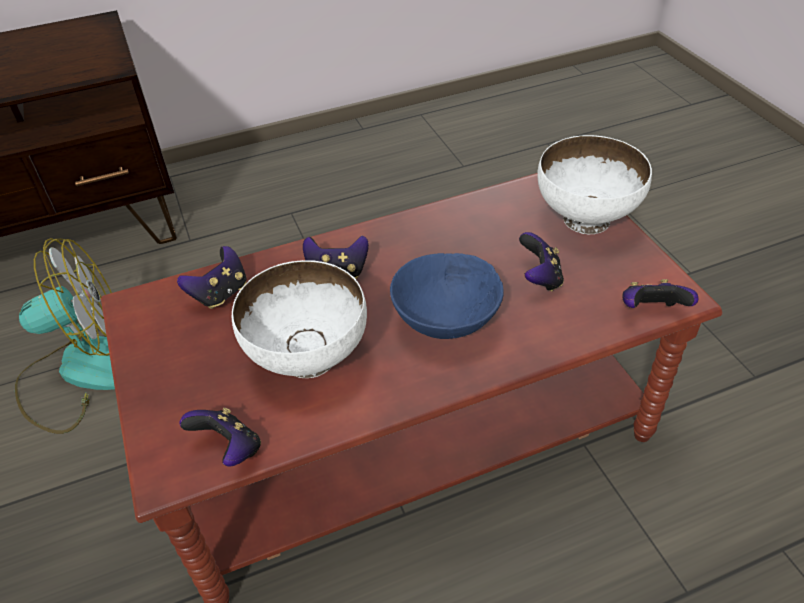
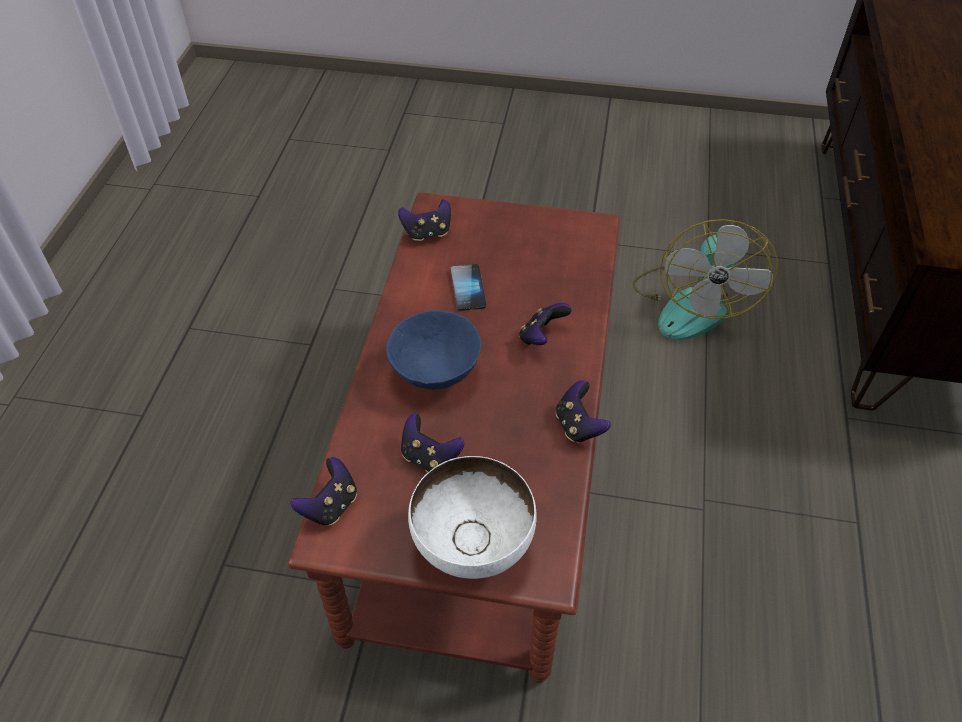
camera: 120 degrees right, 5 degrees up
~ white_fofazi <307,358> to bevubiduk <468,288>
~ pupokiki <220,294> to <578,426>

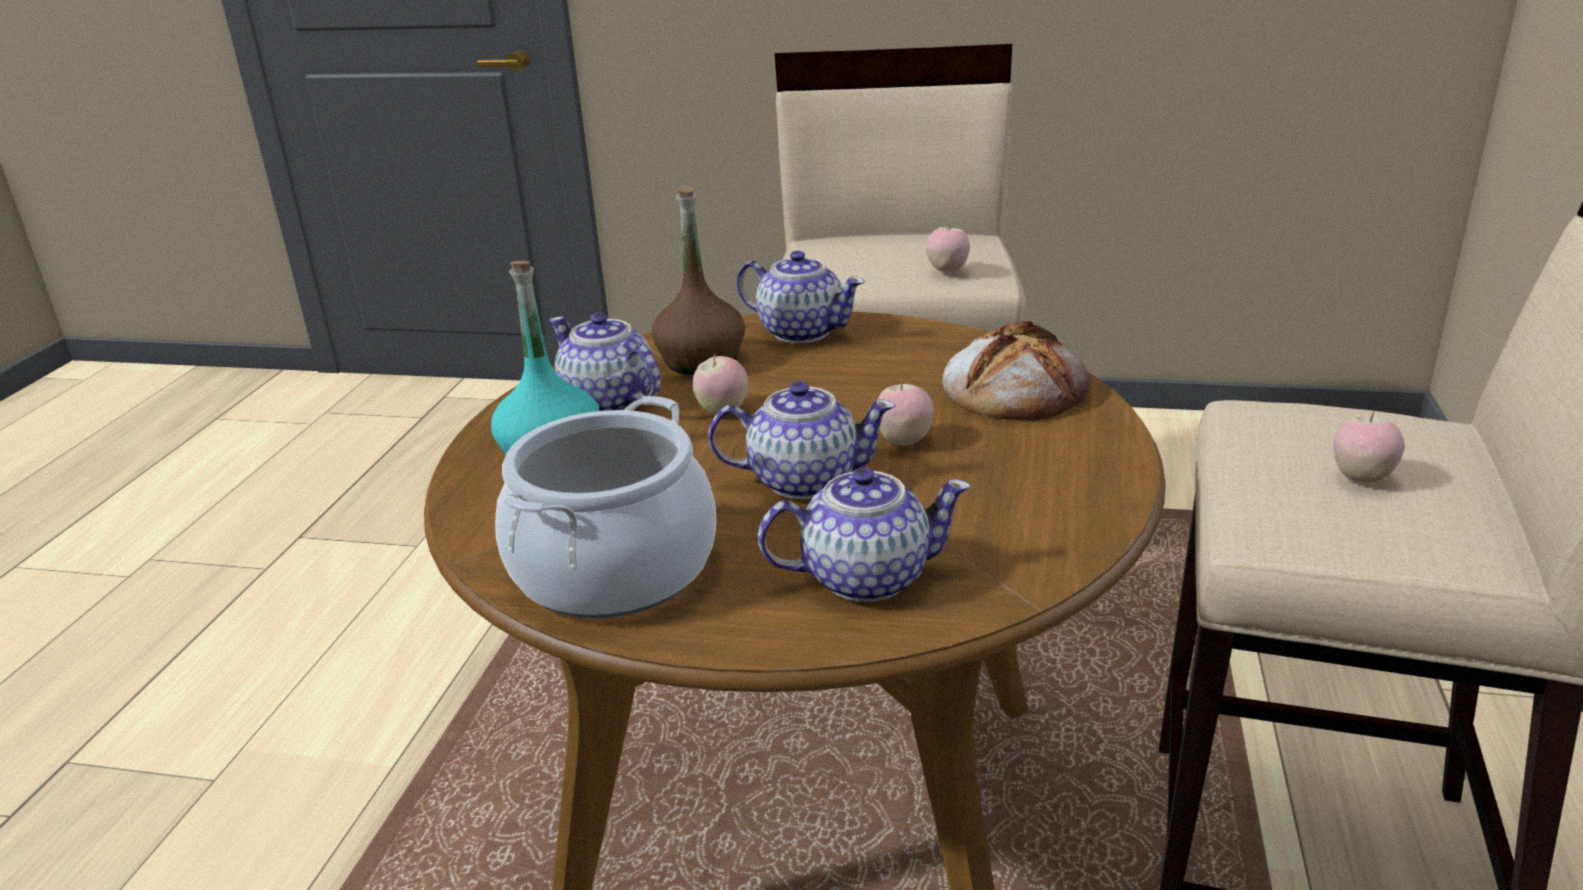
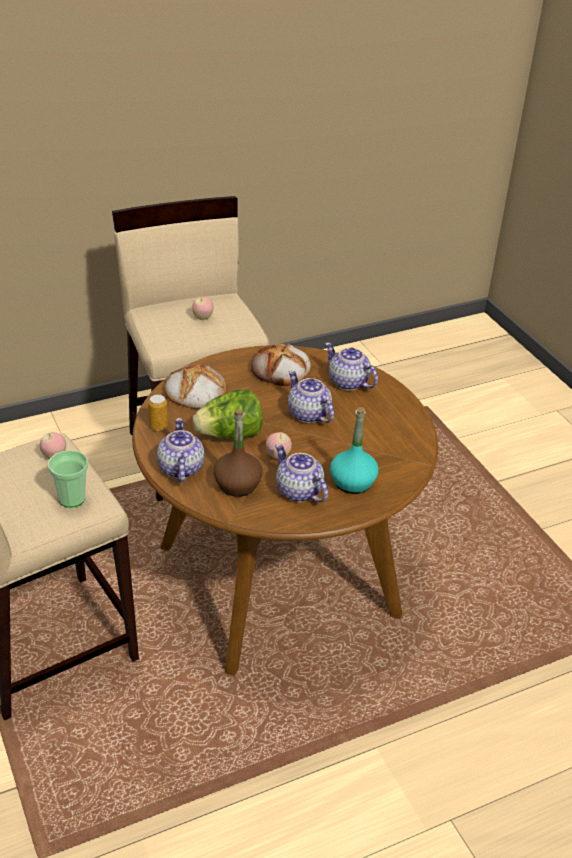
camera: 130 degrees left, 10 degrees up
+ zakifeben <72,499>
+ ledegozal <158,426>
+ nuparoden <230,435>
+ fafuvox <281,370>
~ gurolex <609,402> = <299,492> 135 degrees clockwise
- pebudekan <613,568>
- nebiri <904,442>

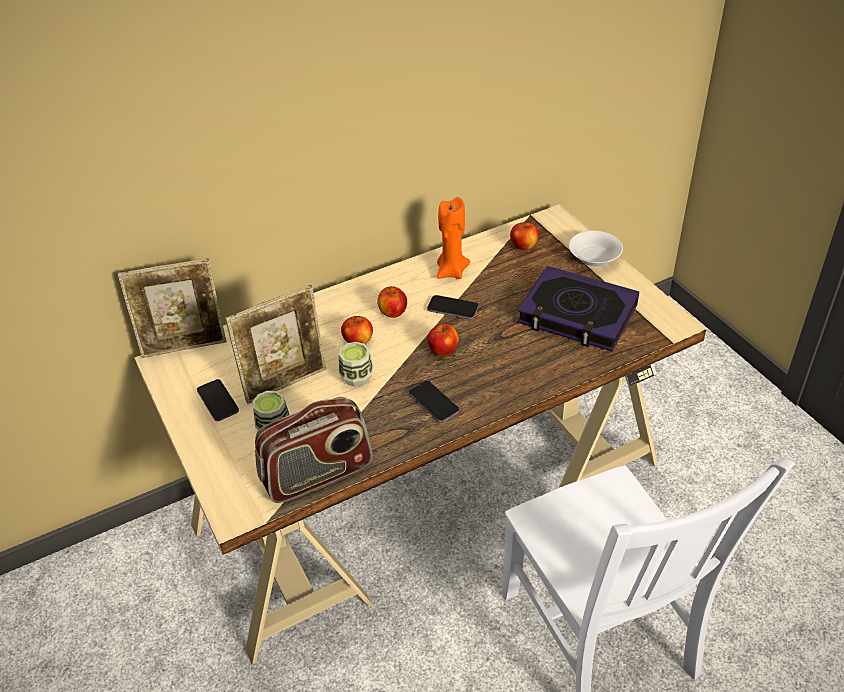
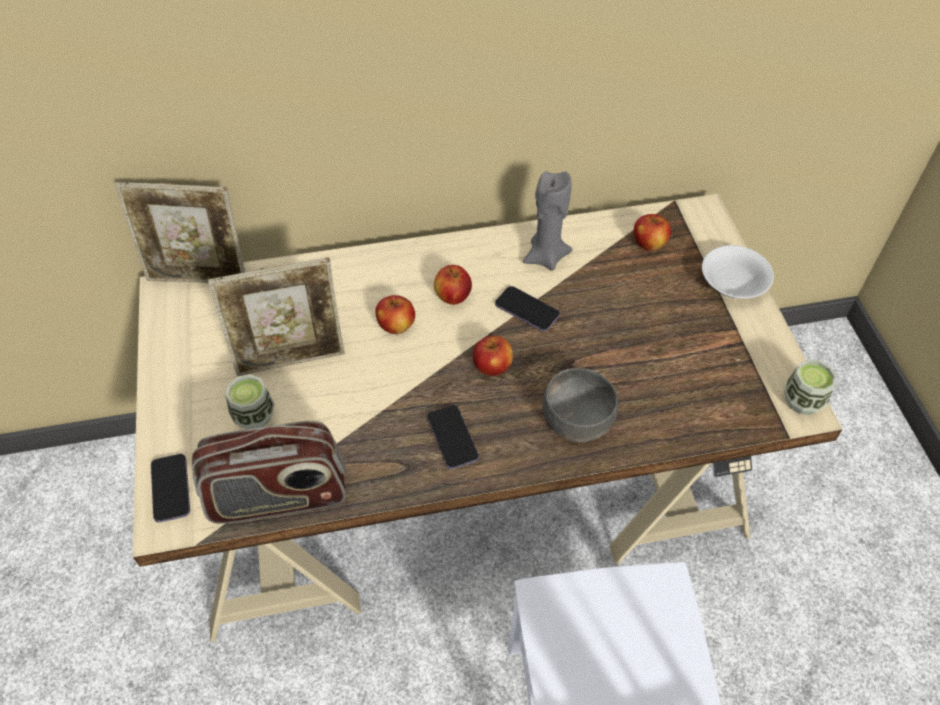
camera: 15 degrees right, 10 degrees up
~ bevubiduk <218,401> to <171,489>
~ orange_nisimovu <451,271> to grey_nisimovu <545,257>
+ grey_fofazi <576,420>
~ zakifeben <356,377> to <802,400>
- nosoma <577,315>

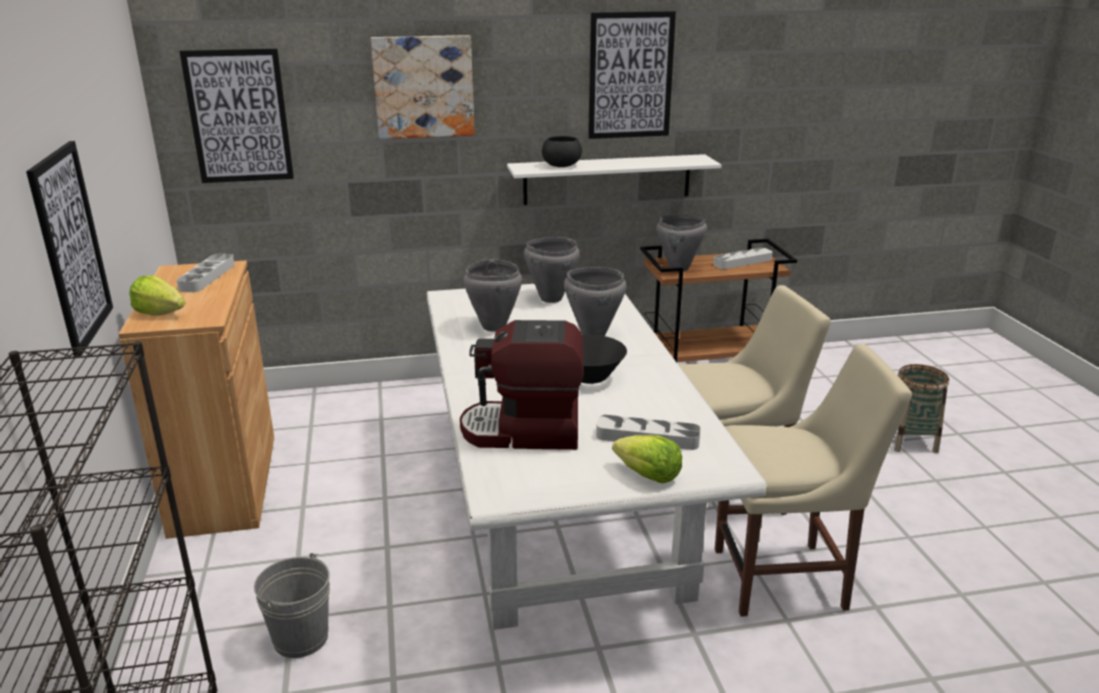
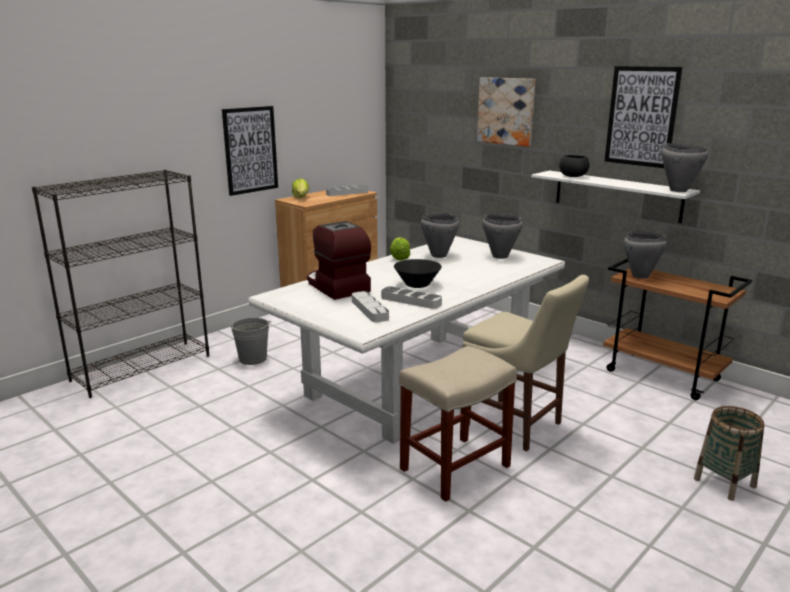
camera: 55 degrees right, 5 degrees down
~ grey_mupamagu <742,262> to <411,301>
~ nuparoden <648,475> to <400,258>
~ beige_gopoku <786,579> to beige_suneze <454,468>
~ grey_pebudekan <593,334> to <678,190>
- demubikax <239,116>

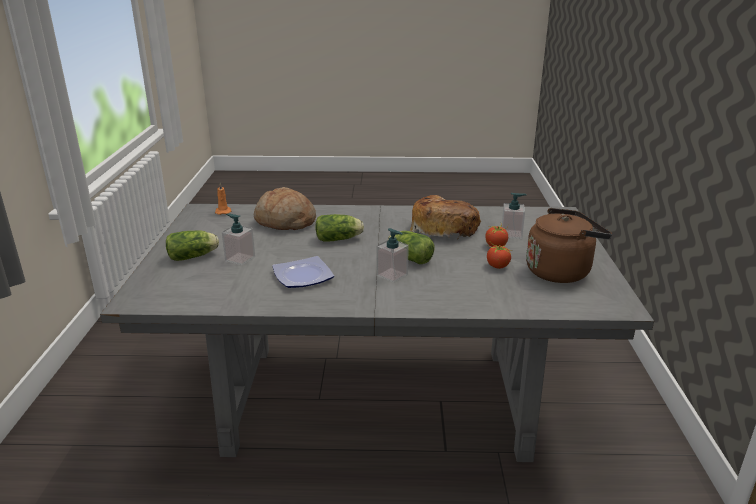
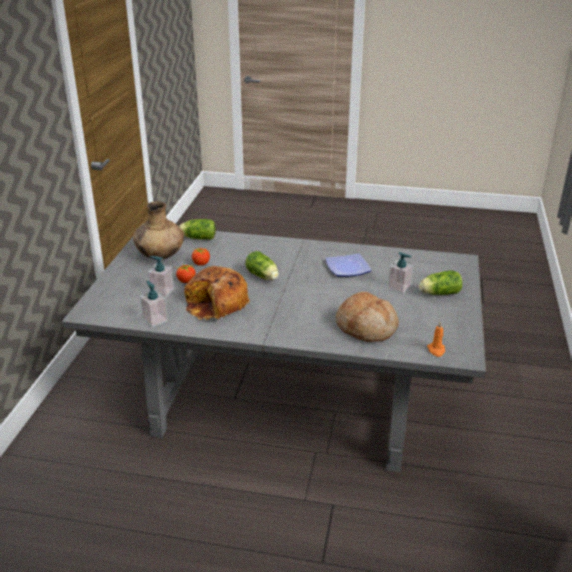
camera: 170 degrees left, 5 degrees up
~ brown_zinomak <560,271> to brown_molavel <160,256>
~ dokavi <392,275> to <155,320>
~ nuparoden <340,239> to <197,238>

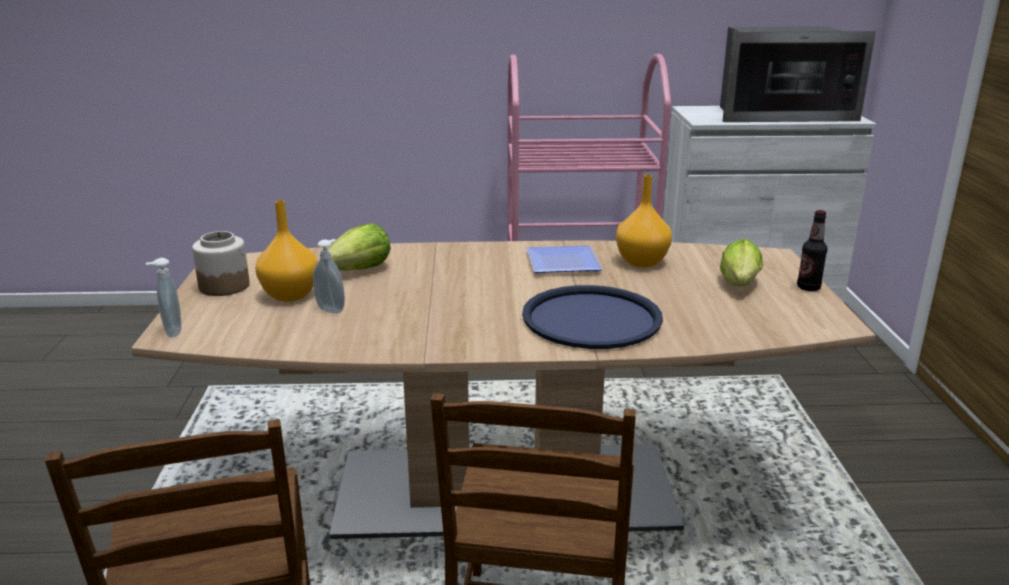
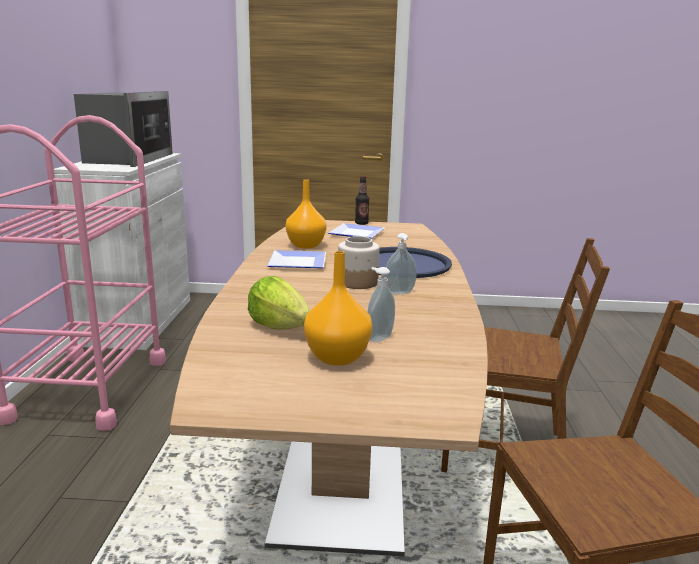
camera: 85 degrees left, 5 degrees down
~ nuparoden <739,286> to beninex <356,233>
~ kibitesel <224,286> to <357,282>
~ dokavi <171,332> to <400,293>

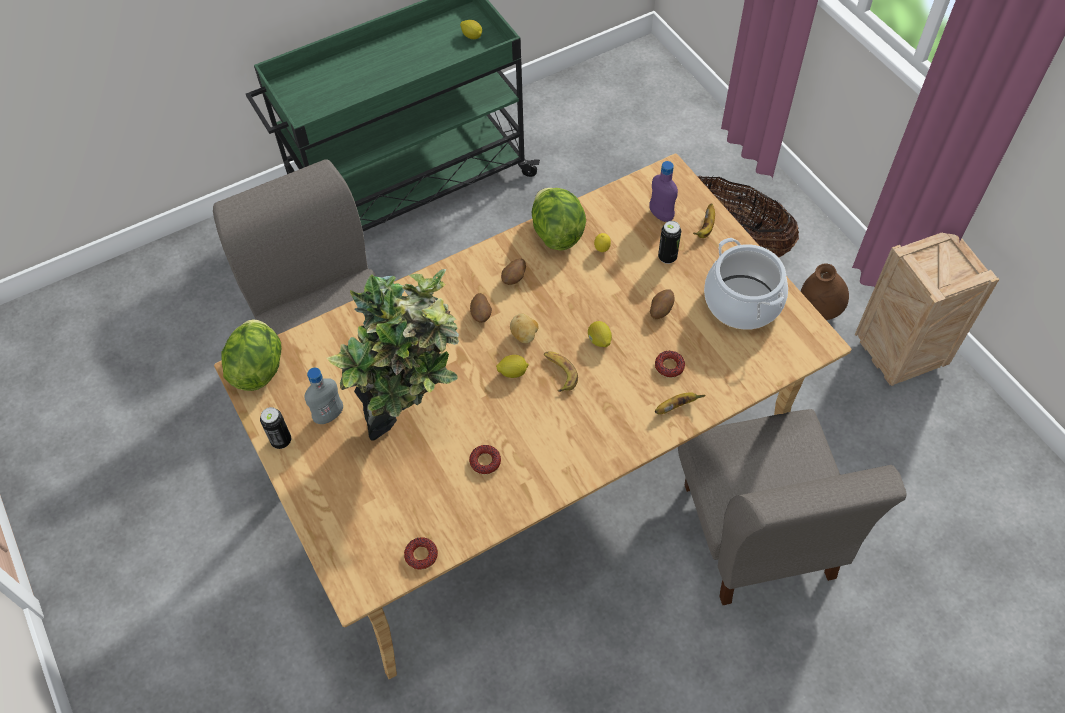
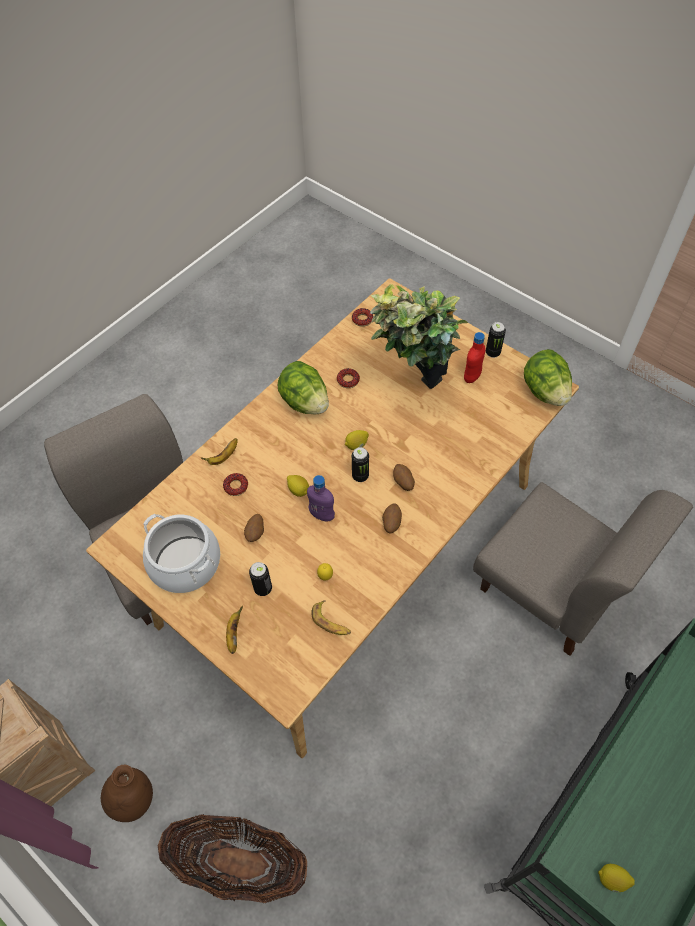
camera: 160 degrees right, 0 degrees up
~ nuparoden <556,232> to <305,402>
~ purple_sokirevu <661,215> to <322,515>
~ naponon <559,372> to <331,622>
~ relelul <524,335> to ledegozal <360,476>
~ grey_sokirevu <329,415> to red_sokirevu <472,377>

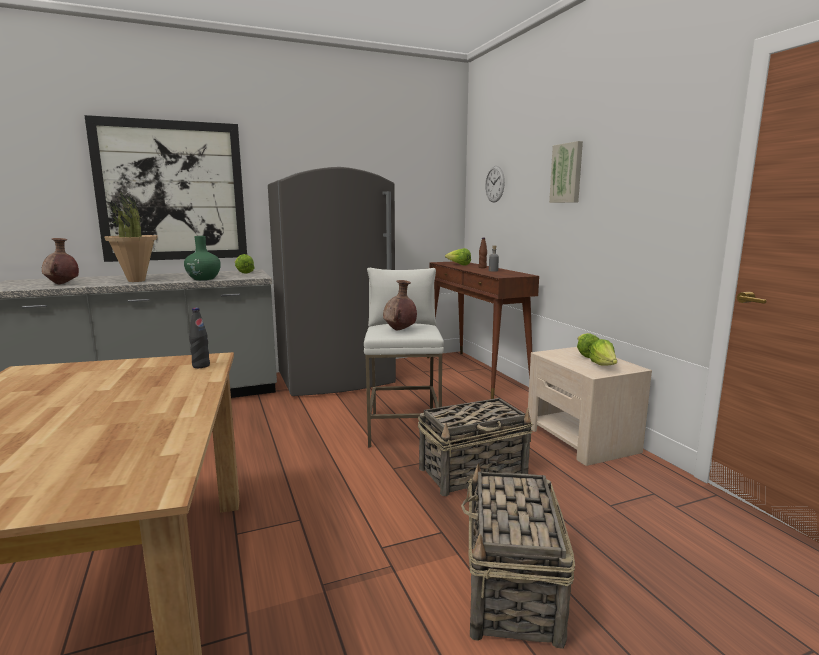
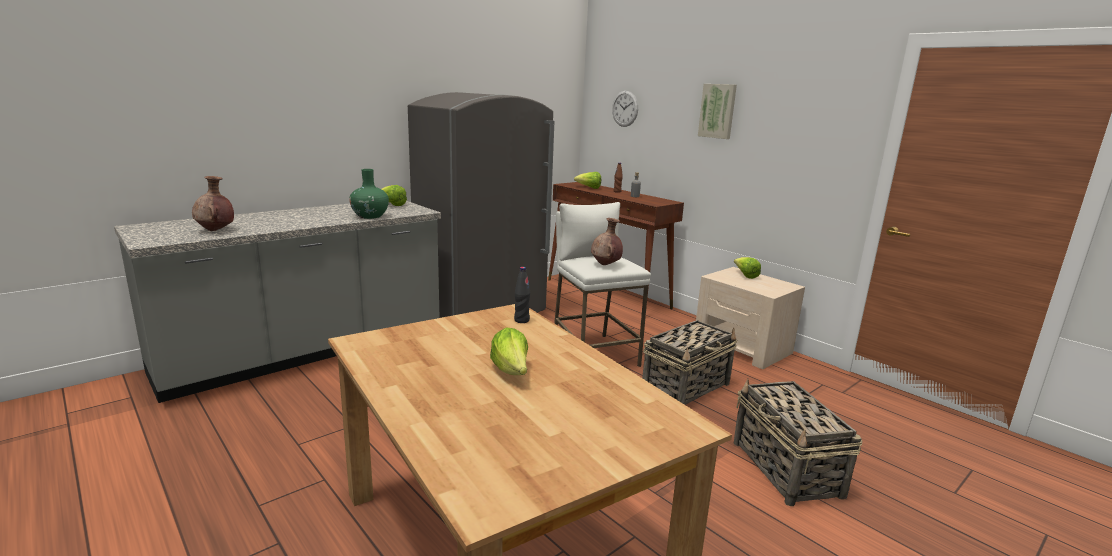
camera: 20 degrees left, 5 degrees up
~ nuparoden <603,366> to <511,371>
- demubikax <172,191>
- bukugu <136,281>

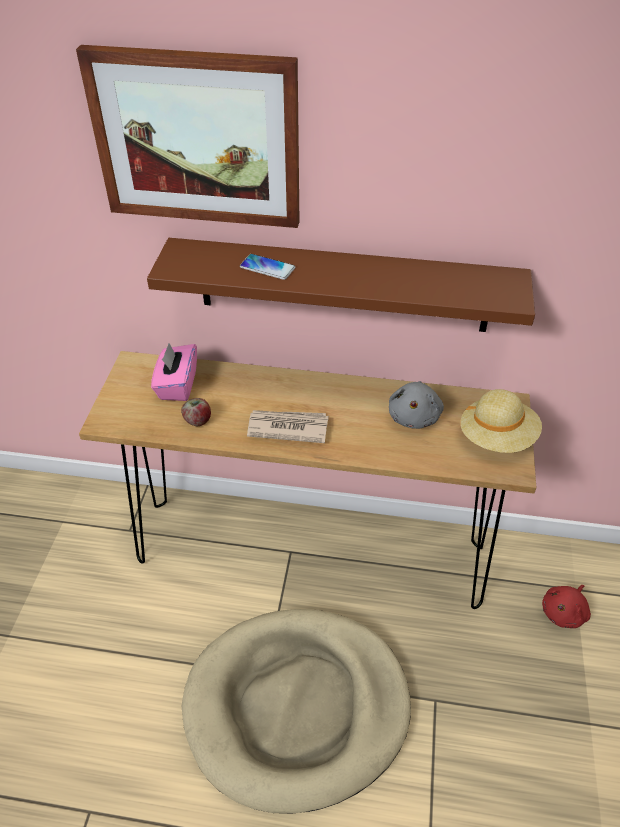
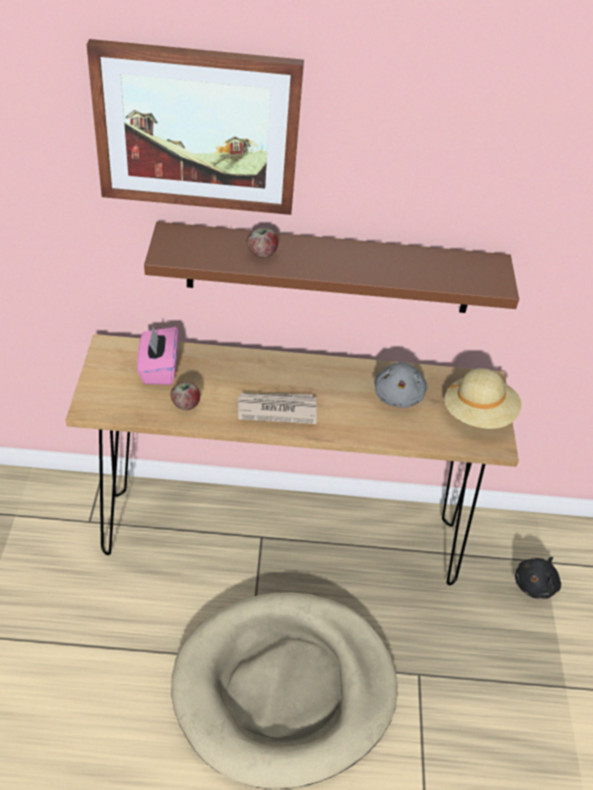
camera: 10 degrees left, 0 degrees up
~ bevubiduk <267,267> to nebiri <262,253>
~ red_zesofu <564,612> to black_zesofu <535,584>

